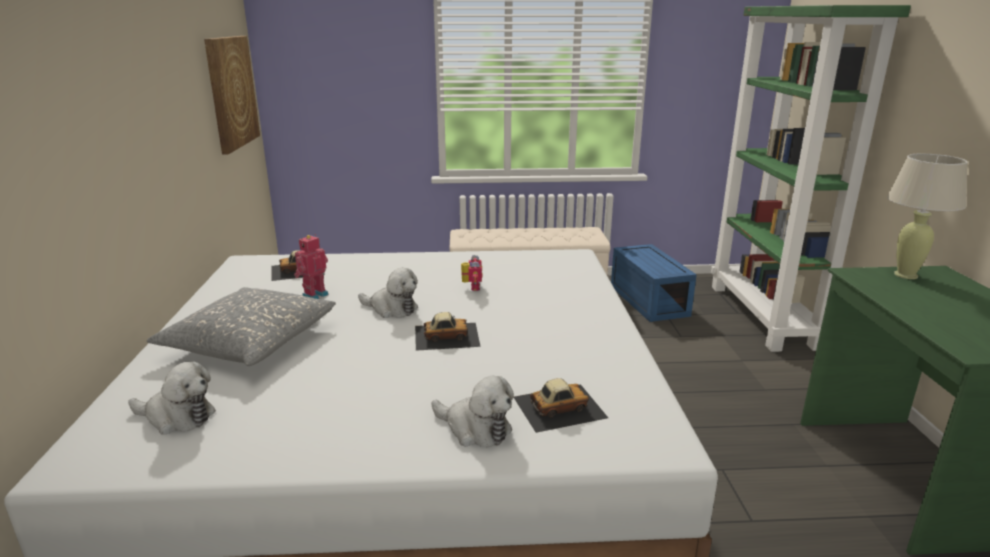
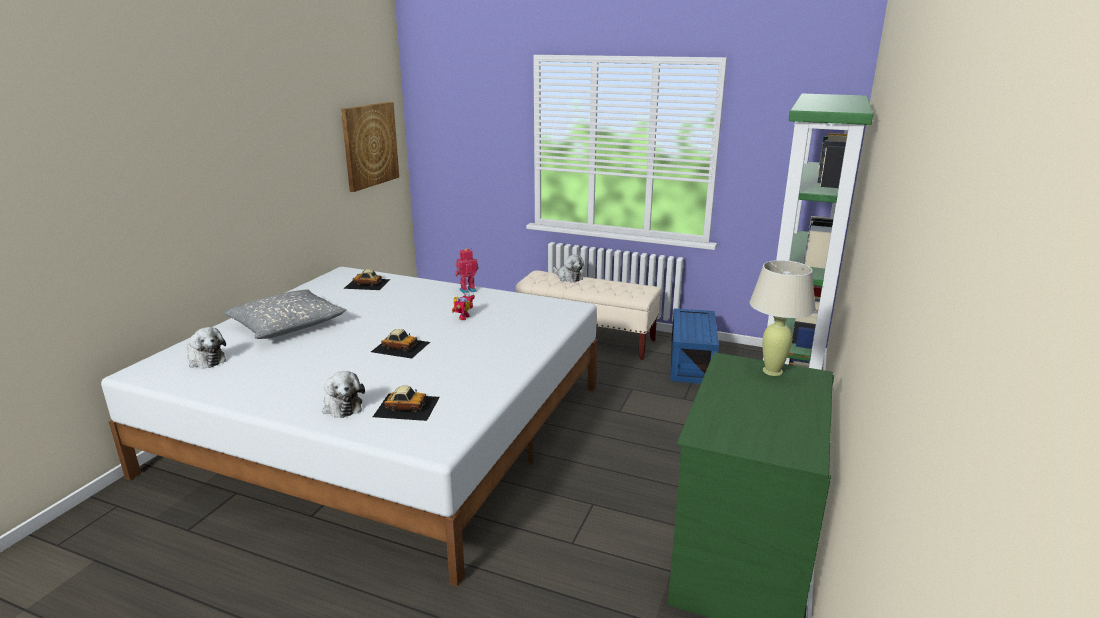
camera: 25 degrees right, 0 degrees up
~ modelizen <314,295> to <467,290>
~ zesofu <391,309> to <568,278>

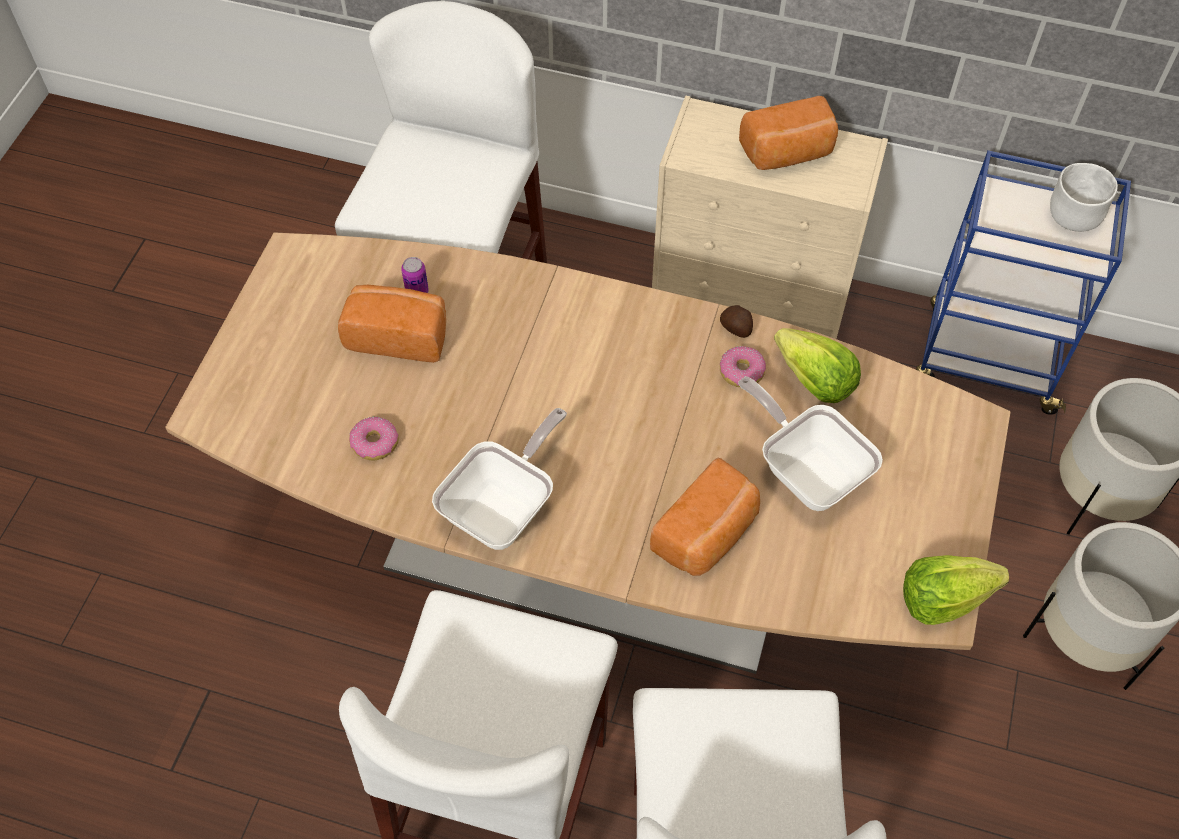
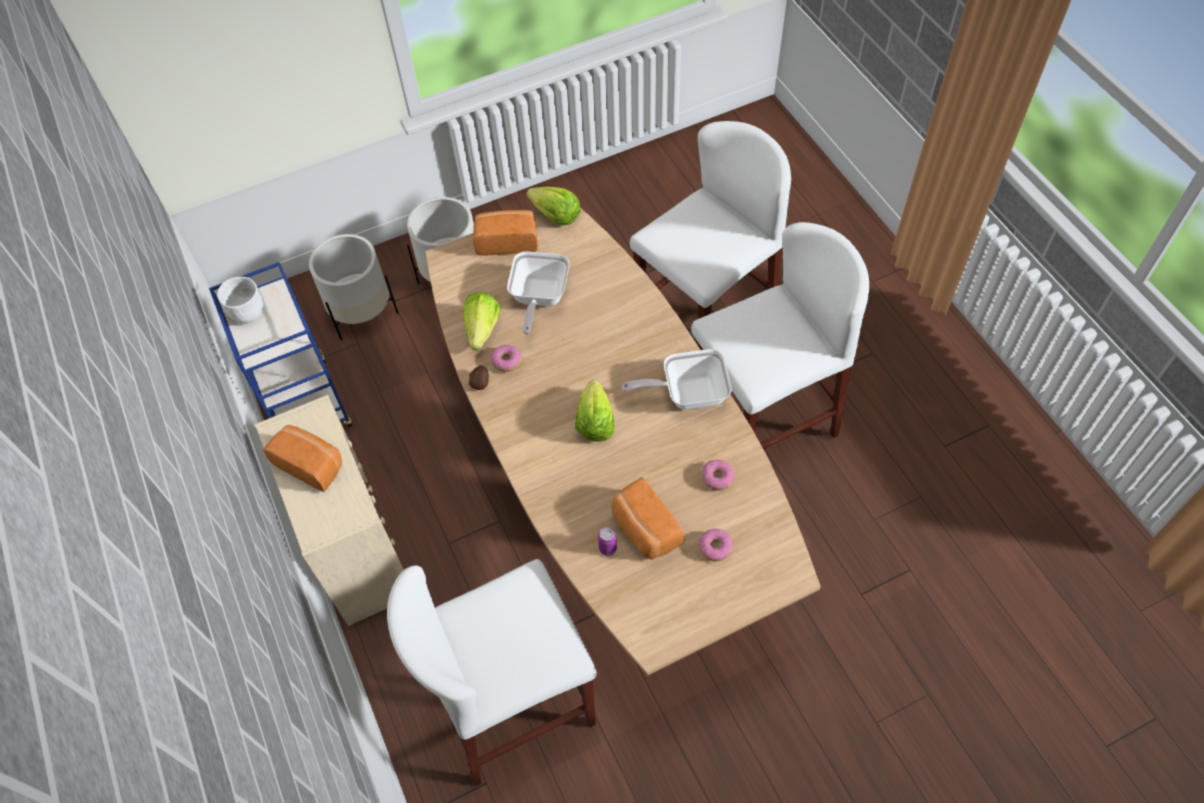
camera: 130 degrees left, 0 degrees up
~ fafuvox <707,534> to <507,241>
+ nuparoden <595,422>
+ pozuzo <715,548>

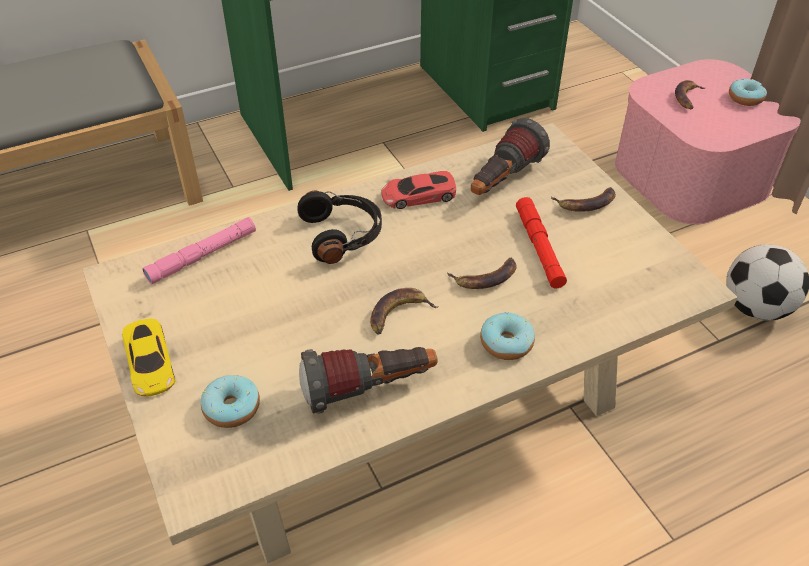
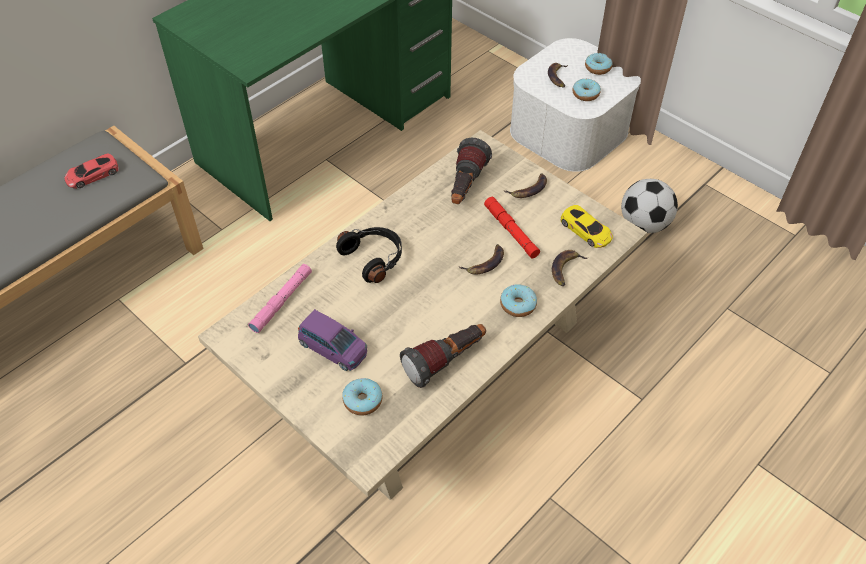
camera: 20 degrees left, 5 degrees up
~ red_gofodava <418,195> to <92,175>
+ purple_gofodava <333,348>
~ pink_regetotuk <691,175> to white_regetotuk <569,130>
~ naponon <398,314> to <566,269>
~ yellow_gofodava <150,362> to <586,230>
+ pozuzo <585,94>

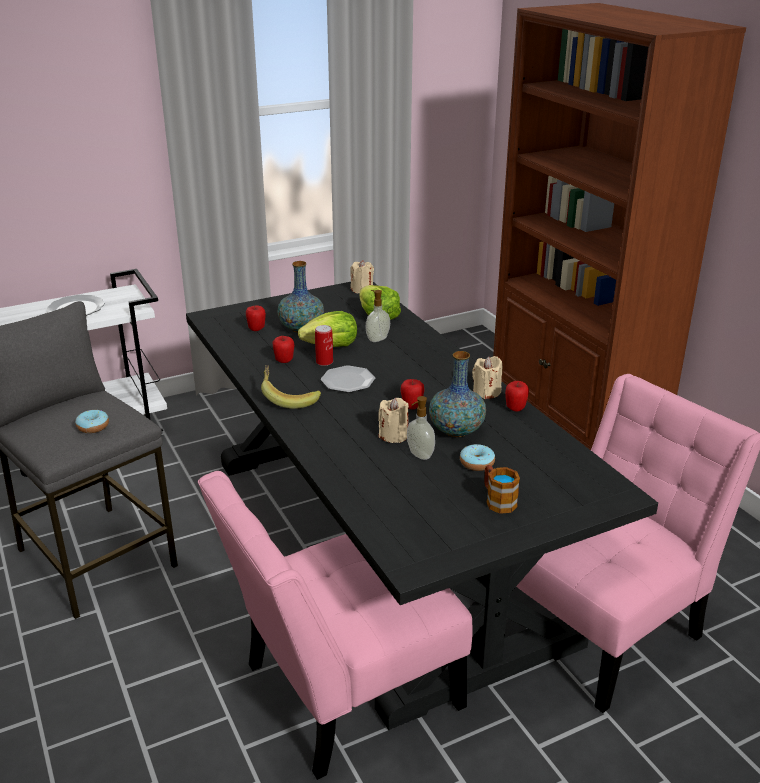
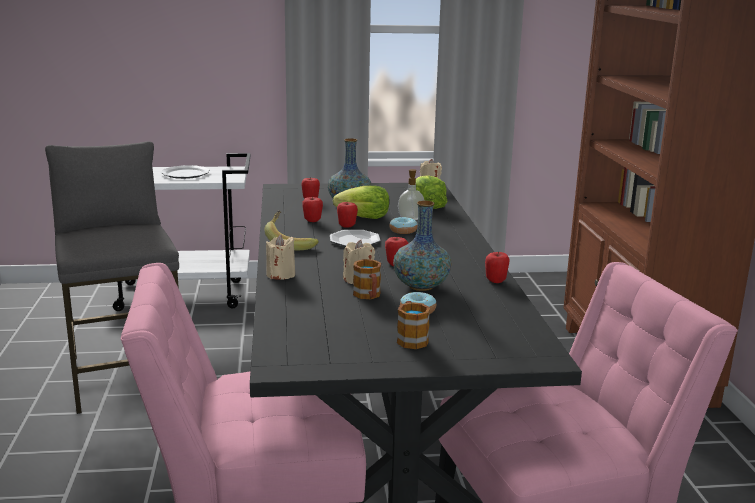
camera: 20 degrees right, 10 degrees down
~ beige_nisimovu <486,392> to <281,275>
~ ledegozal <324,362> to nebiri <347,226>
~ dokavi <419,455> to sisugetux <368,296>
~ pozuzo <93,427> to <403,231>

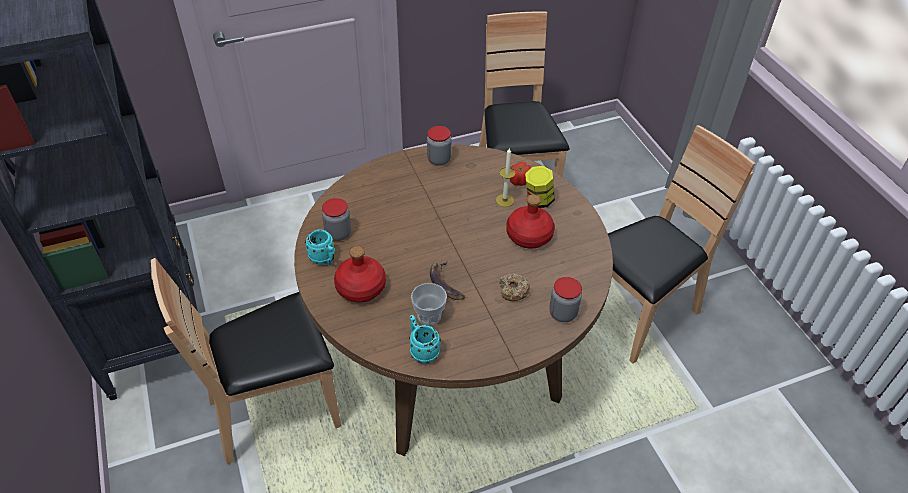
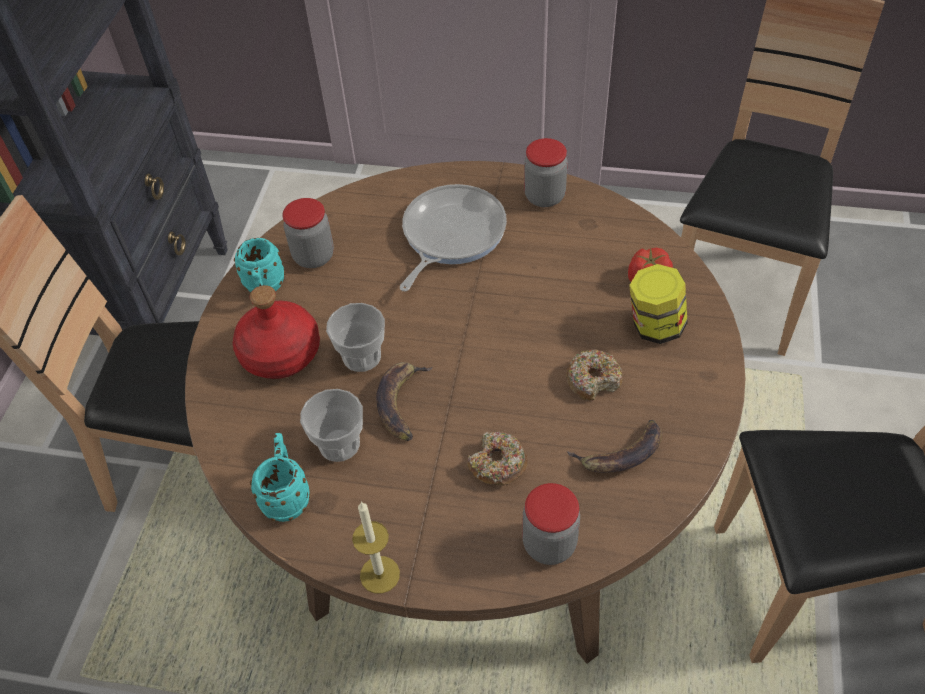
camera: 35 degrees right, 5 degrees up
+ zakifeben <362,356>
~ nisimovu <504,200> to <379,574>
+ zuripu <450,235>
~ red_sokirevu <528,235> to pozuzo <593,380>
+ naponon <621,454>

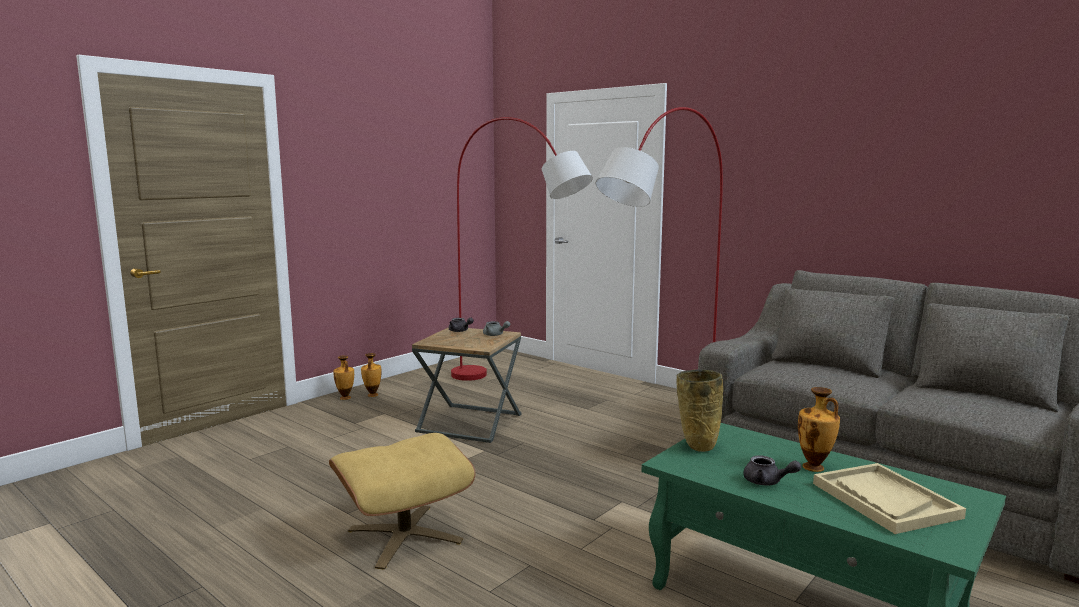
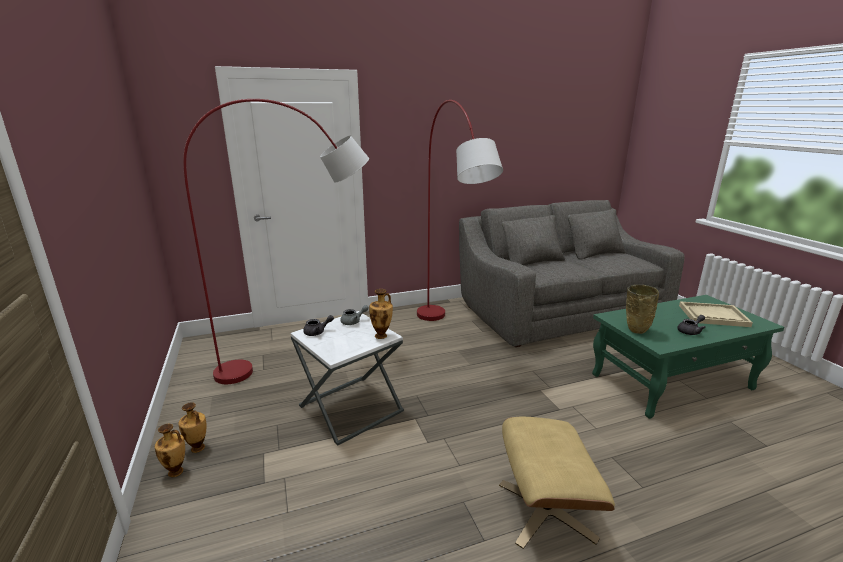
camera: 60 degrees left, 10 degrees up
~ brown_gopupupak <470,423> to white_gopupupak <351,408>
~ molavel <814,468> to <382,336>

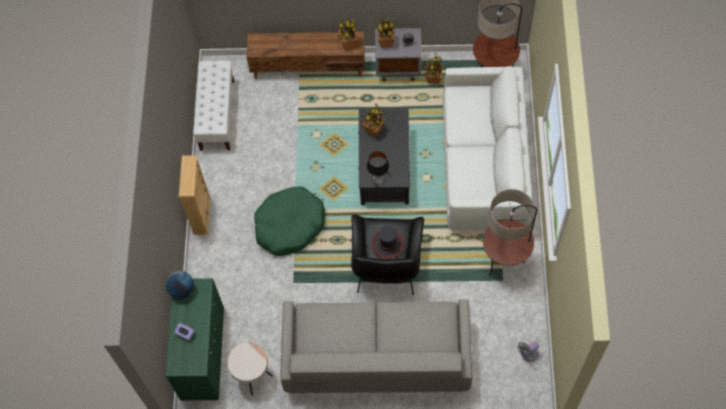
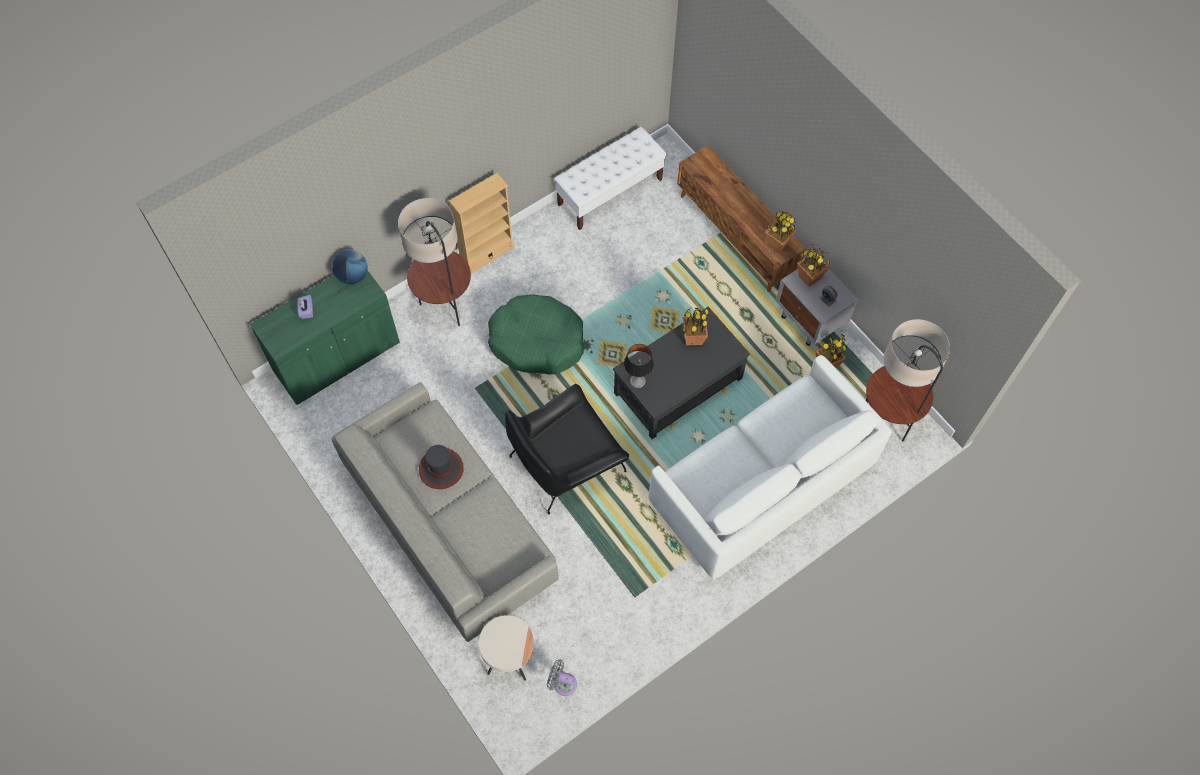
camera: 50 degrees right, 0 degrees up
~ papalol <504,262> to <445,308>
~ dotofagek <387,244> to <441,469>
~ beige_gopupupak <253,376> to <510,658>

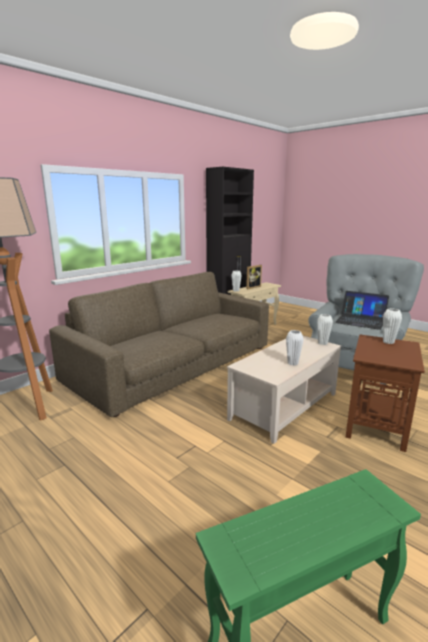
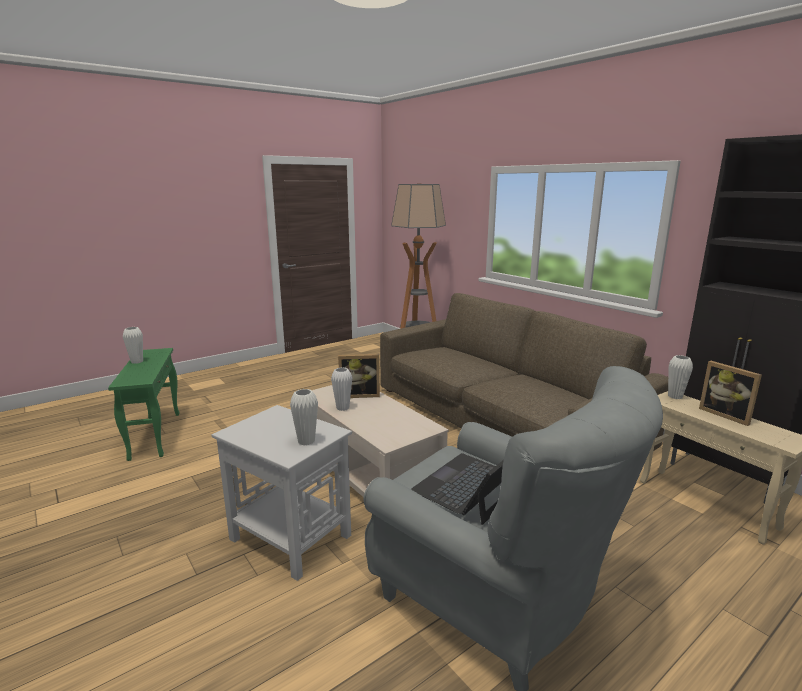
camera: 100 degrees right, 0 degrees up
~ white_molavel <322,343> to <137,361>
~ brown_gopupupak <376,426> to white_gopupupak <289,537>
+ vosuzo <359,395>

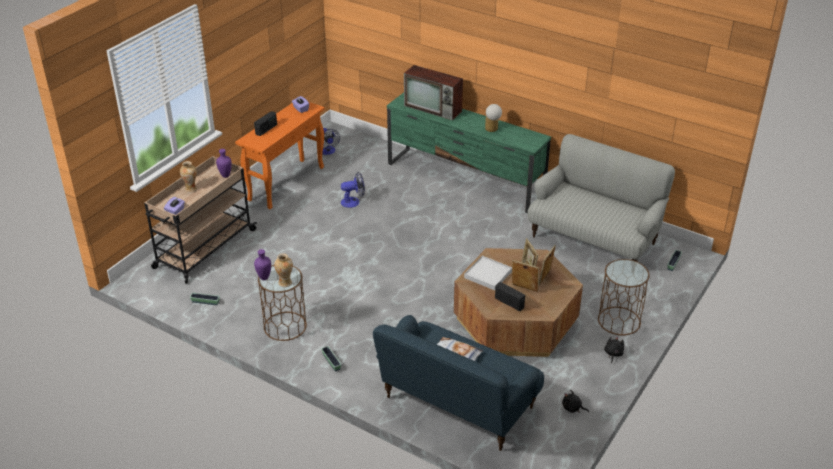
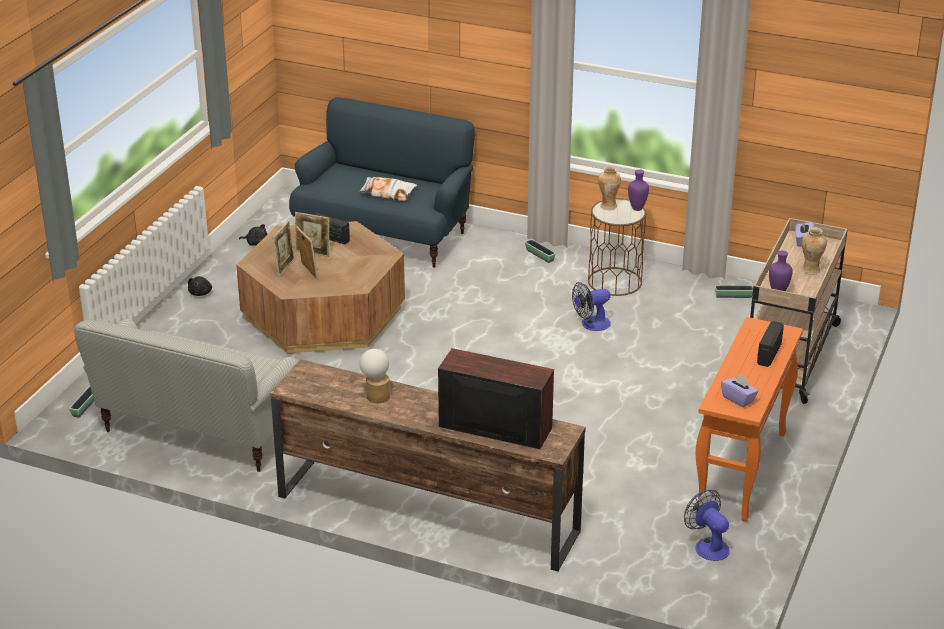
camera: 170 degrees right, 5 degrees down
~ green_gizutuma <465,180> to brown_gizutuma <426,513>
~ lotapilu <353,202> to <591,325>
- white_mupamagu <488,274>
- brown_gopupupak <619,321>

